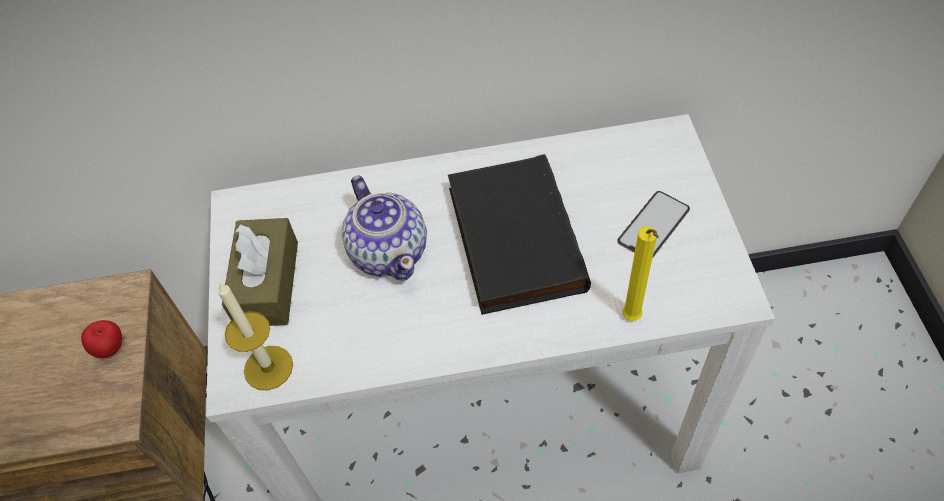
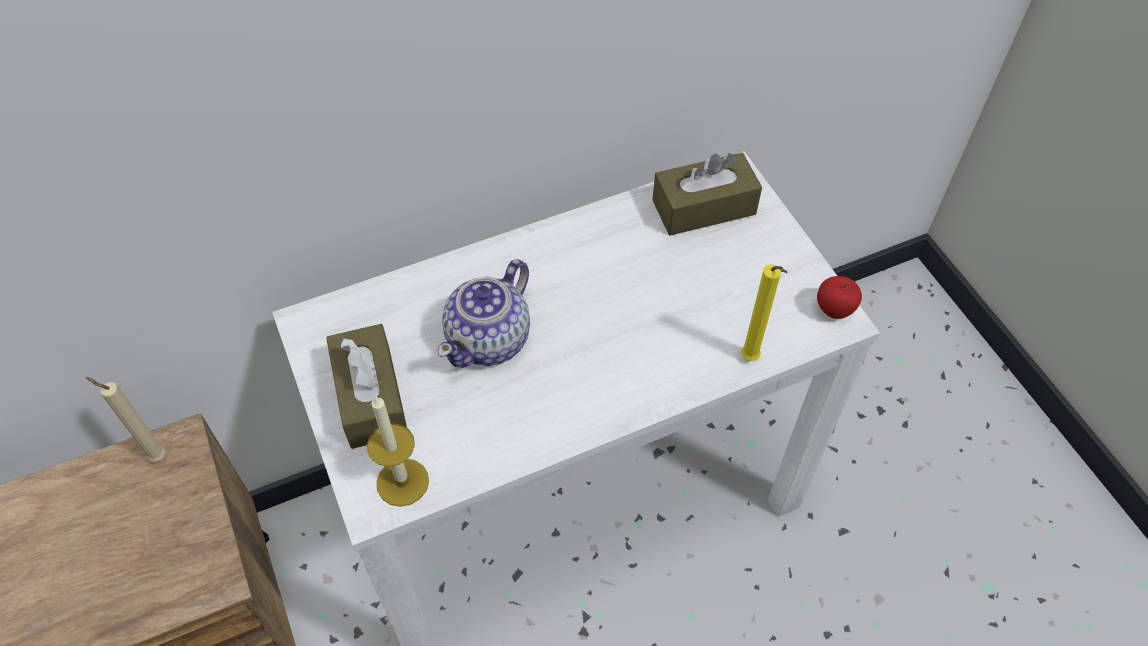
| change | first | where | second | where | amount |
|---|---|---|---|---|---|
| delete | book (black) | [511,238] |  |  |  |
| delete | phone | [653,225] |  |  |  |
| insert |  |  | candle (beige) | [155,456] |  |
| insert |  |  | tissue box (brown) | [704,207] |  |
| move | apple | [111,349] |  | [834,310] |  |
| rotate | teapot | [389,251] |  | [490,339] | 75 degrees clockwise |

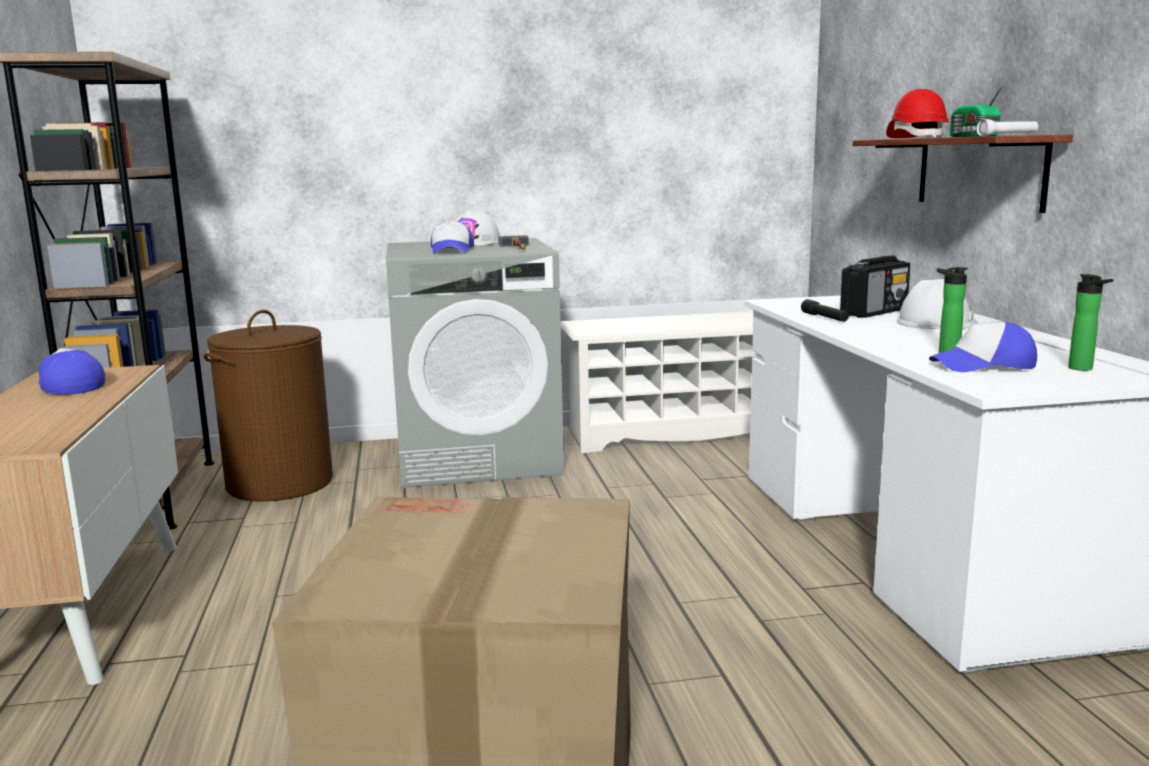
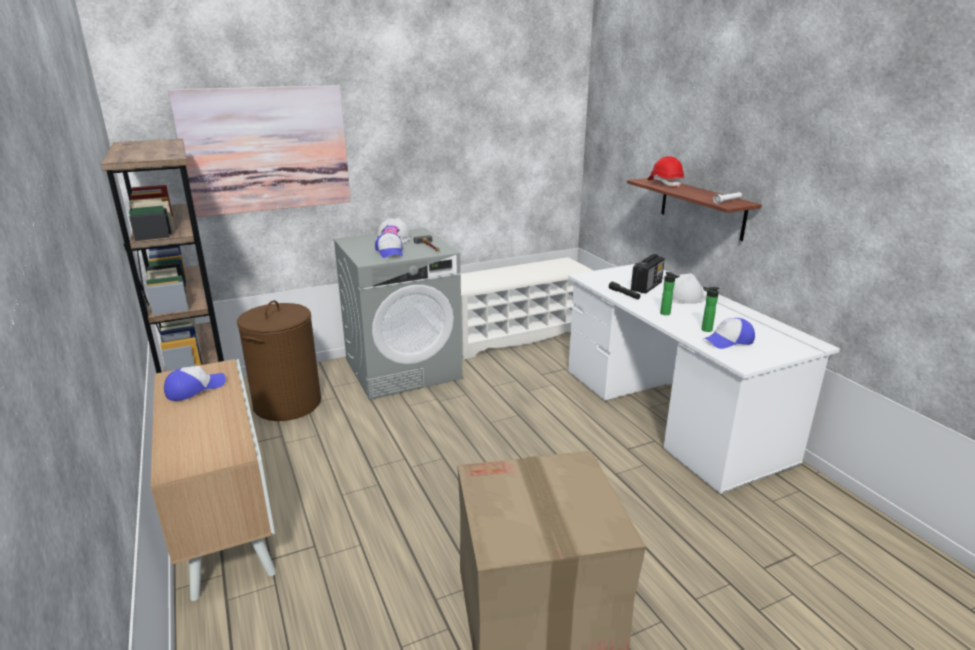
| change | first | where | second | where | amount |
|---|---|---|---|---|---|
| delete | radio | [973,136] |  |  |  |
| insert |  |  | picture | [266,150] |  |
| move | bottle | [1083,369] |  | [666,314] |  |
| rotate | cap | [69,386] |  | [195,388] | 105 degrees clockwise |

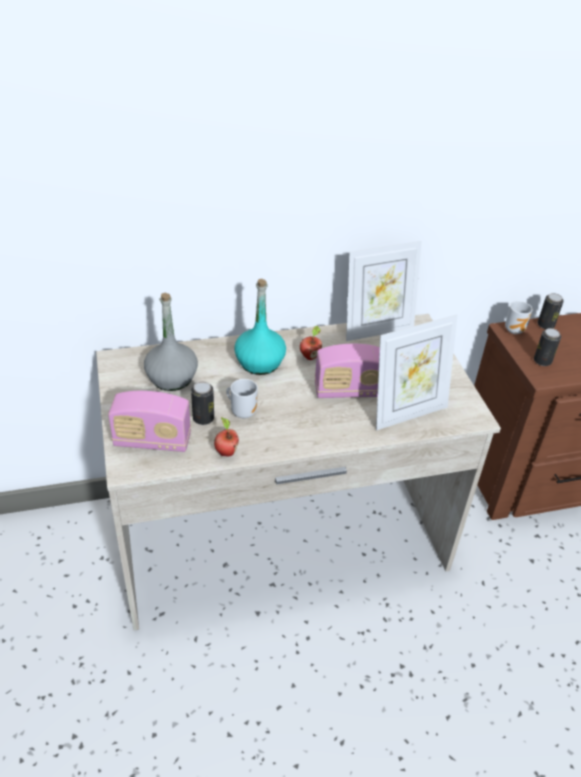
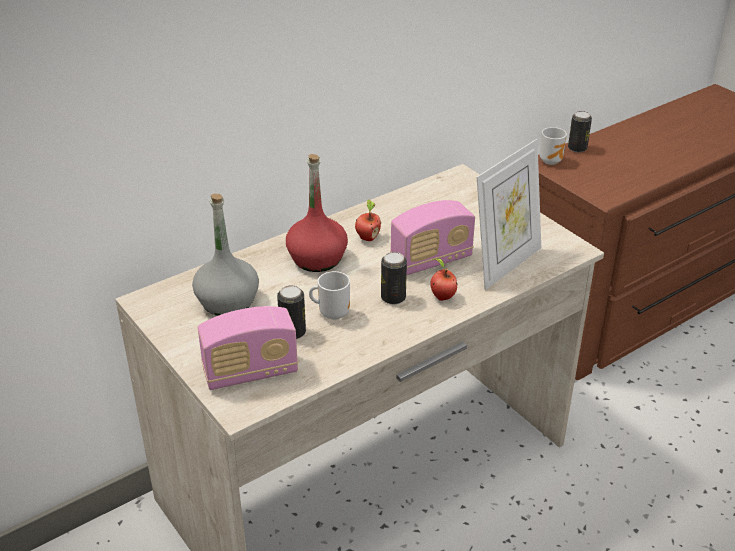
| change | first | where | second | where | amount |
|---|---|---|---|---|---|
| delete | picture frame | [377,330] |  |  |  |
| move | apple | [226,452] |  | [441,297] |  |
| move | can | [542,361] |  | [393,298] |  |
| recolor | bottle (turquoise) | [260,363] | bottle (red) | [317,259] |  |

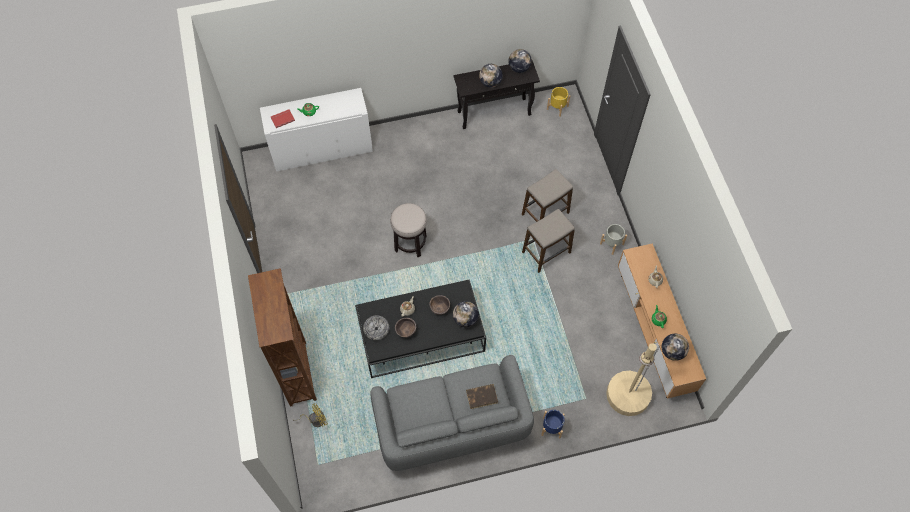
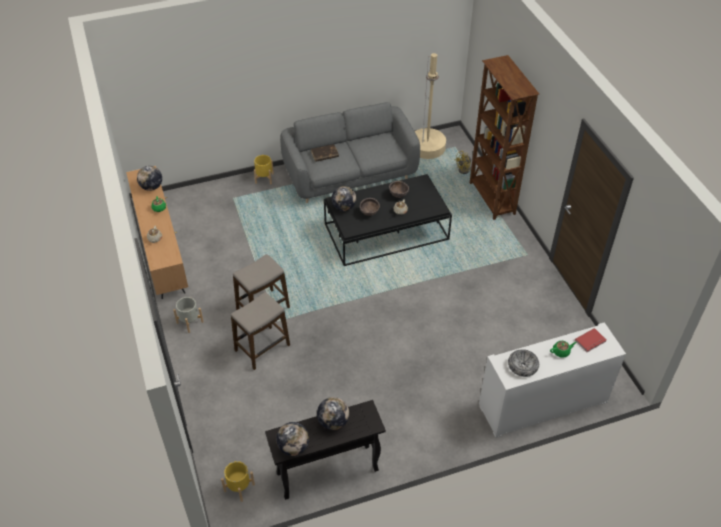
| change | first | where | second | where | amount |
|---|---|---|---|---|---|
| delete | stool | [410,243] |  |  |  |
| move | bowl | [376,329] |  | [523,366] |  |
| move | floor lamp (beige) | [627,395] |  | [427,147] |  |
| recolor | planter (blue) | [552,427] | planter (yellow) | [264,178] |  |

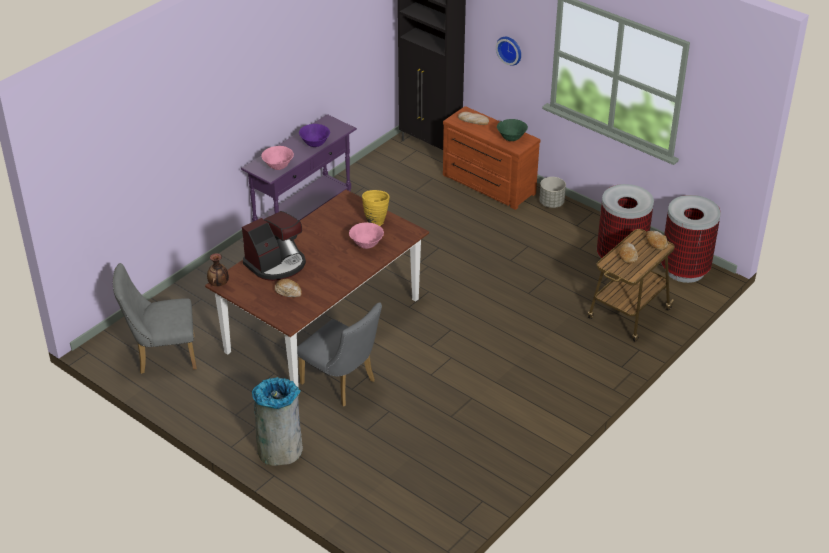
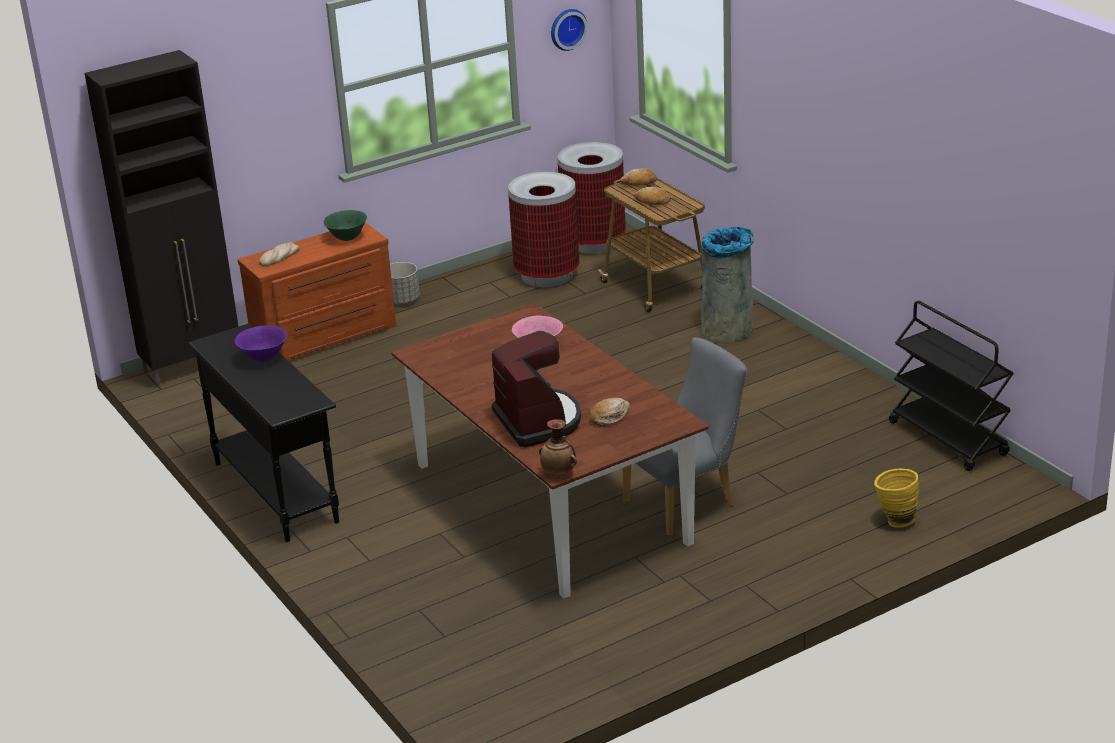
| change | first | where | second | where | amount |
|---|---|---|---|---|---|
| delete | chair (grey) | [162,356] |  |  |  |
| delete | bowl (pink) | [278,167] |  |  |  |
| insert |  |  | cart (black) | [949,439] |  |
| move | trash can (grey) | [280,450] |  | [727,330] |  |
| move | vase (yellow) | [375,221] |  | [894,521] |  |
| move | wall clock | [510,49] |  | [567,28] |  |
| recolor | console table (purple) | [304,215] | console table (black) | [276,492] |  |

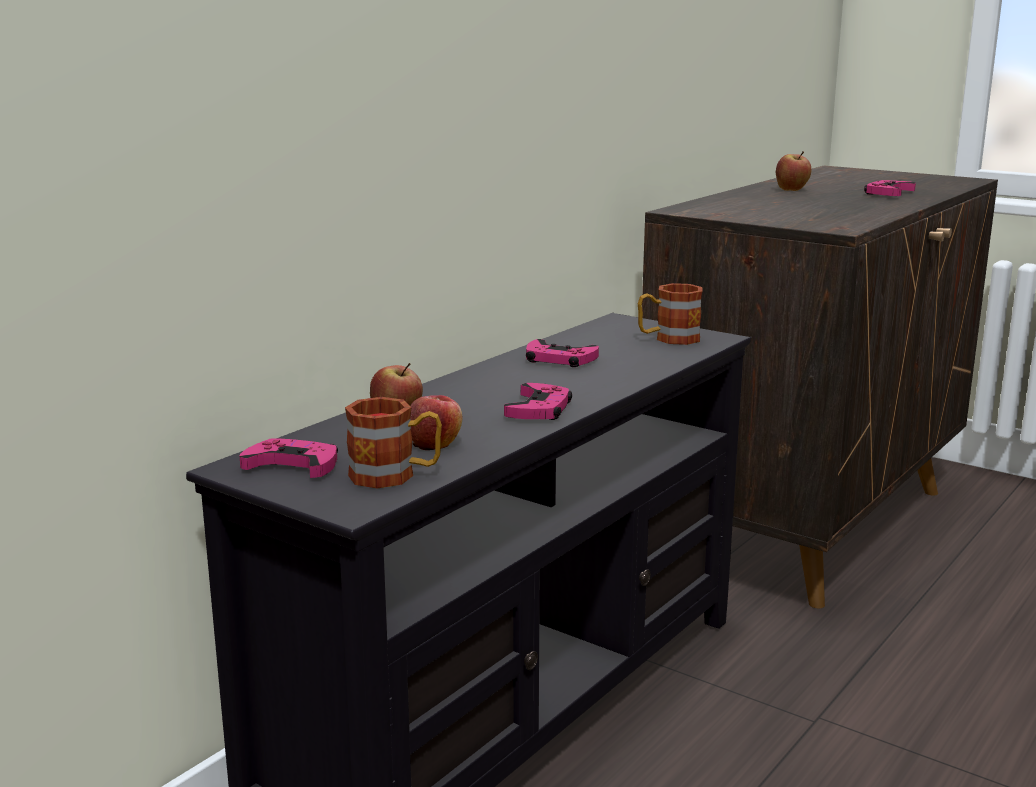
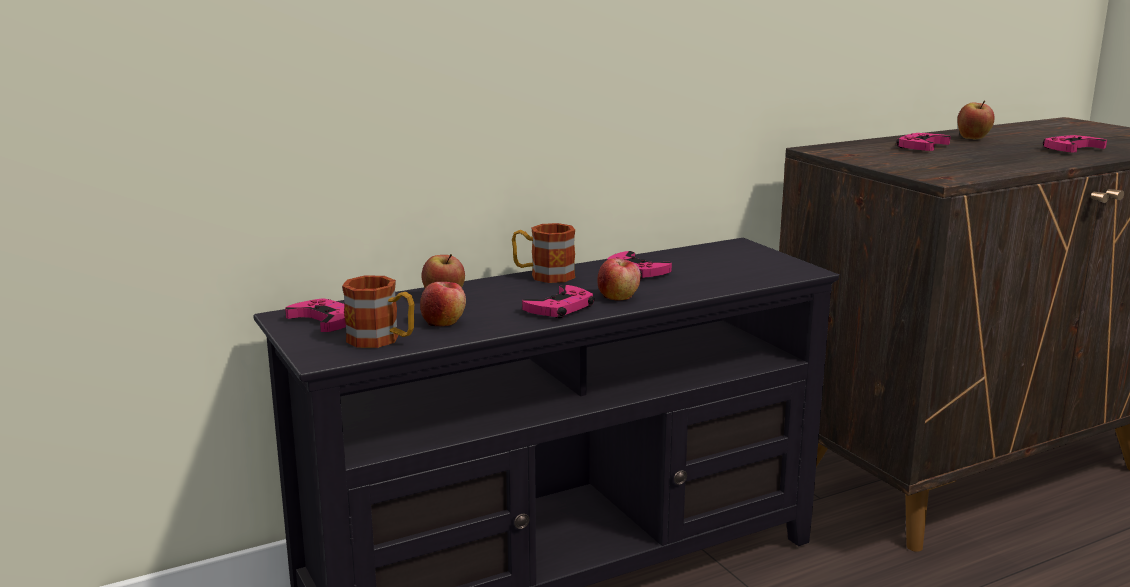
| change | first | where | second | where | amount |
|---|---|---|---|---|---|
| insert |  |  | apple | [618,296] |  |
| insert |  |  | game controller (pink) | [921,147] |  |
| move | mug | [668,339] |  | [543,275] |  |

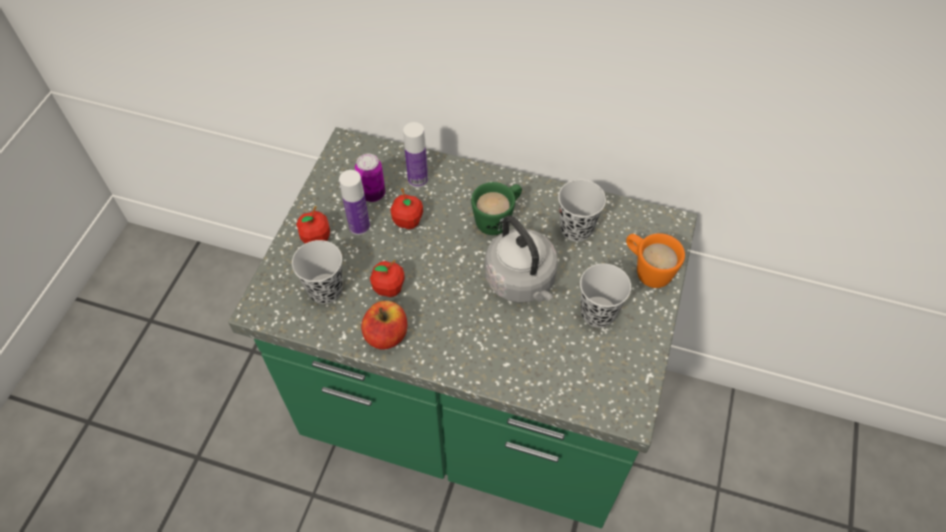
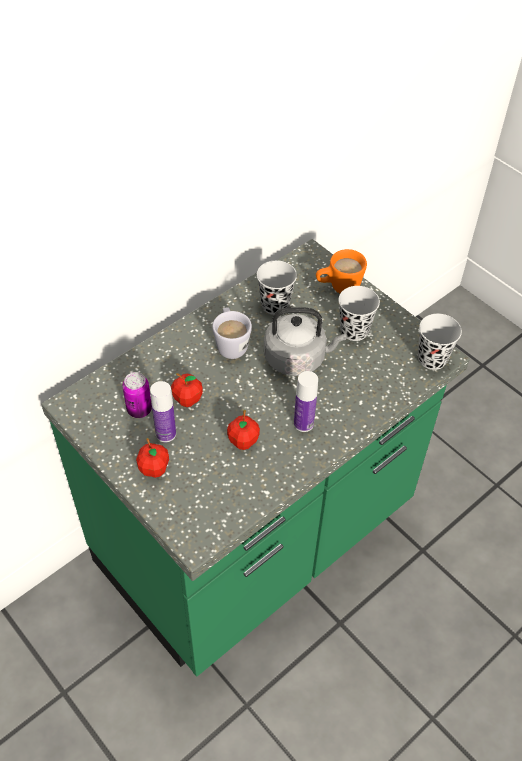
| change | first | where | second | where | amount |
|---|---|---|---|---|---|
| delete | apple | [386,335] |  |  |  |
| move | cup (black) | [325,289] |  | [432,359] |  |
| move | bottle | [418,179] |  | [303,423] |  |
| recolor | mug (green) | [498,219] | mug (white) | [231,344] |  |

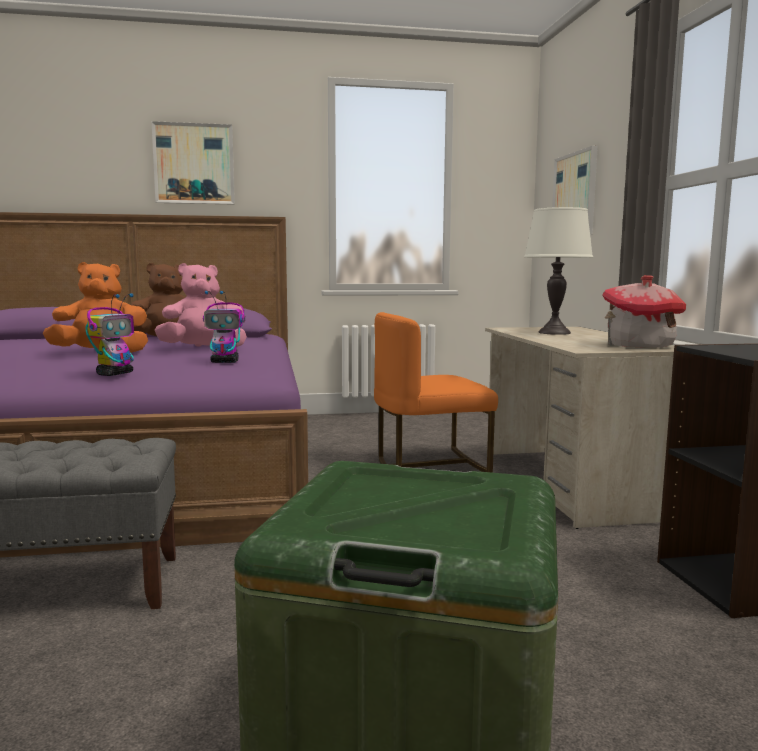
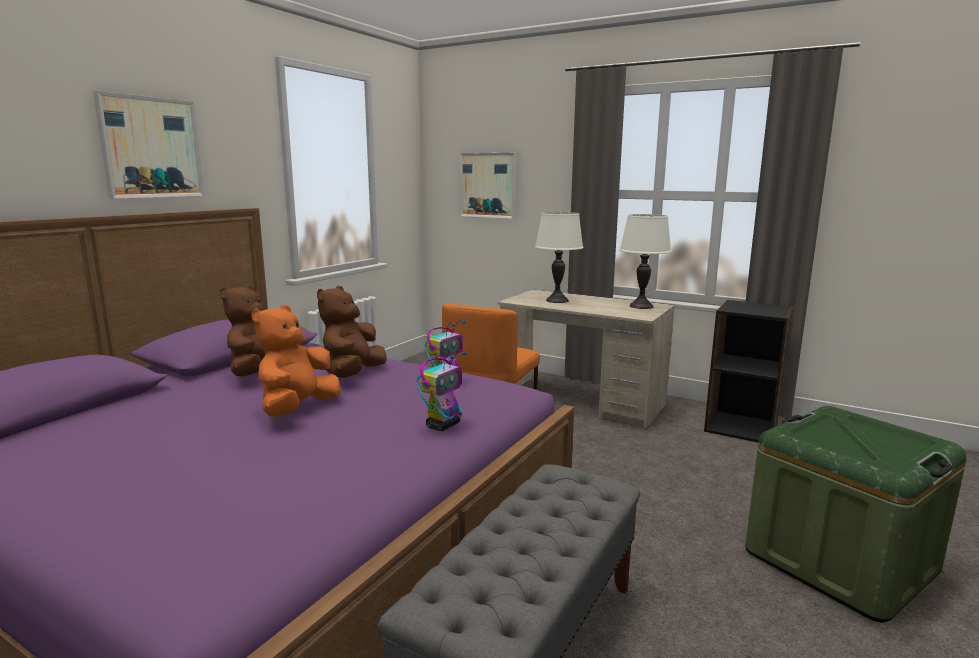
| change | first | where | second | where | amount |
|---|---|---|---|---|---|
| replace | toy house | [639,345] | table lamp (white) | [641,306] |  |
| recolor | plush toy (pink) | [203,349] | plush toy (brown) | [353,374] |  |
| rotate | toy robot | [115,374] |  | [443,425] | 60 degrees clockwise |

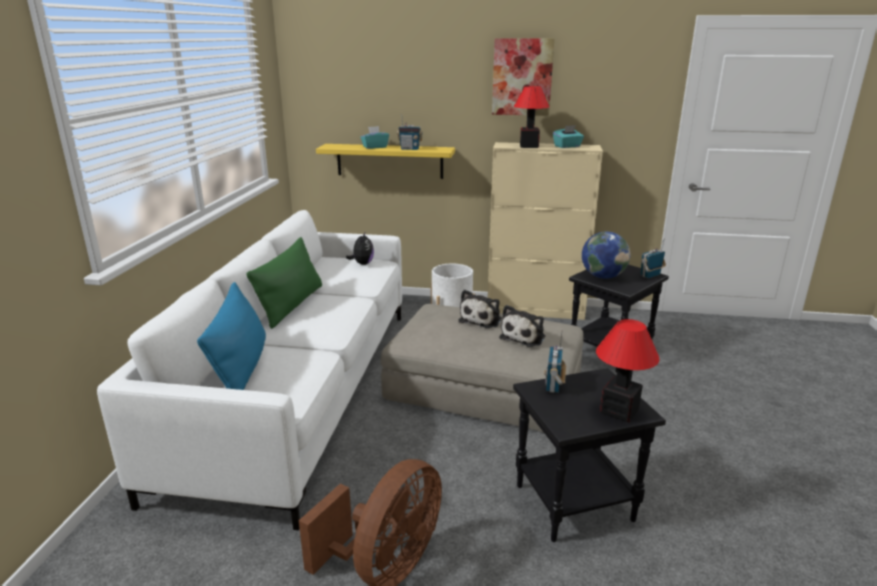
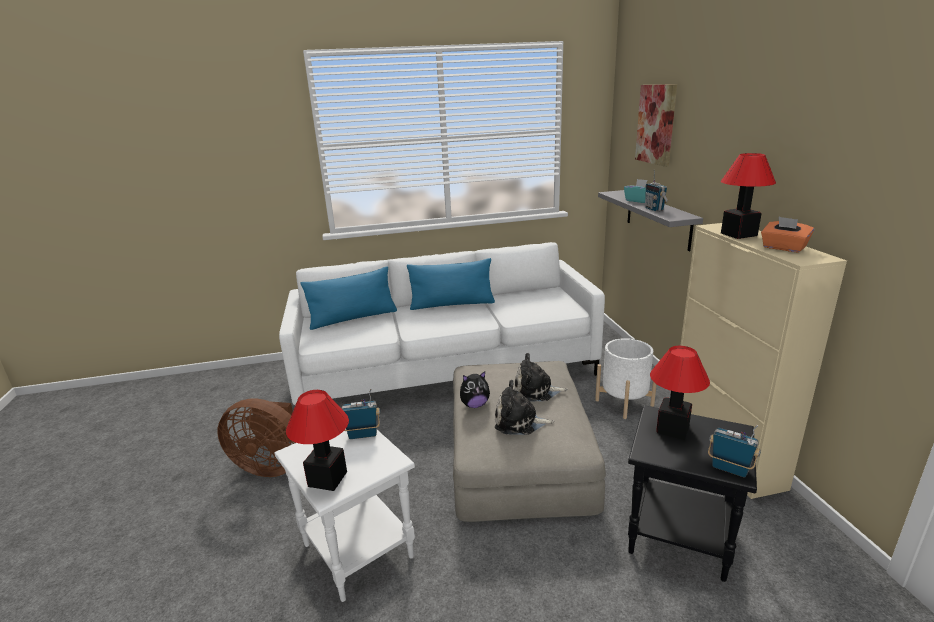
| change | first | where | second | where | amount |
|---|---|---|---|---|---|
| move | plush toy | [362,263] |  | [474,405] |  |
| move | picture | [522,77] |  | [656,124] |  |
| replace | globe | [603,276] | table lamp | [673,428] |  |
| recolor | pillow (green) | [291,305] | pillow (blue) | [452,304] |  |
| recolor | shelf (yellow) | [389,161] | shelf (grey) | [657,219] |  |
| recolor | side table (black) | [574,501] | side table (white) | [360,551] |  |
| recolor | tissue box (turquoise) | [567,146] | tissue box (orange) | [783,248] |  |

